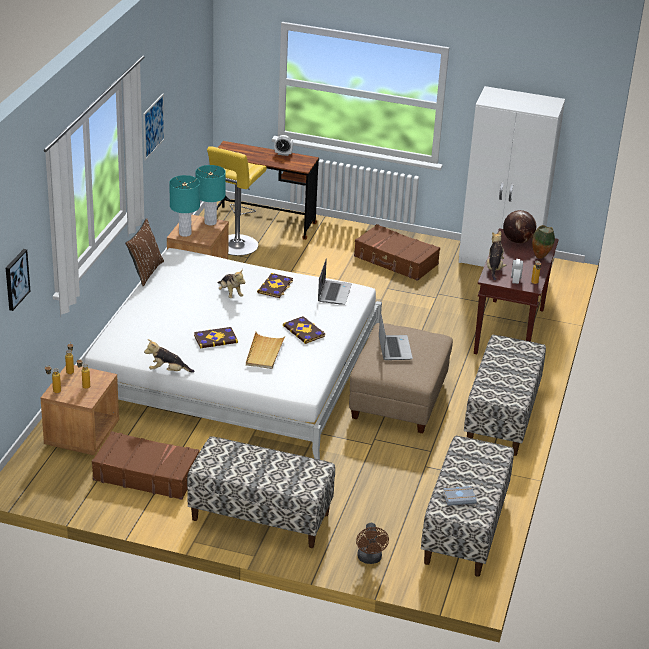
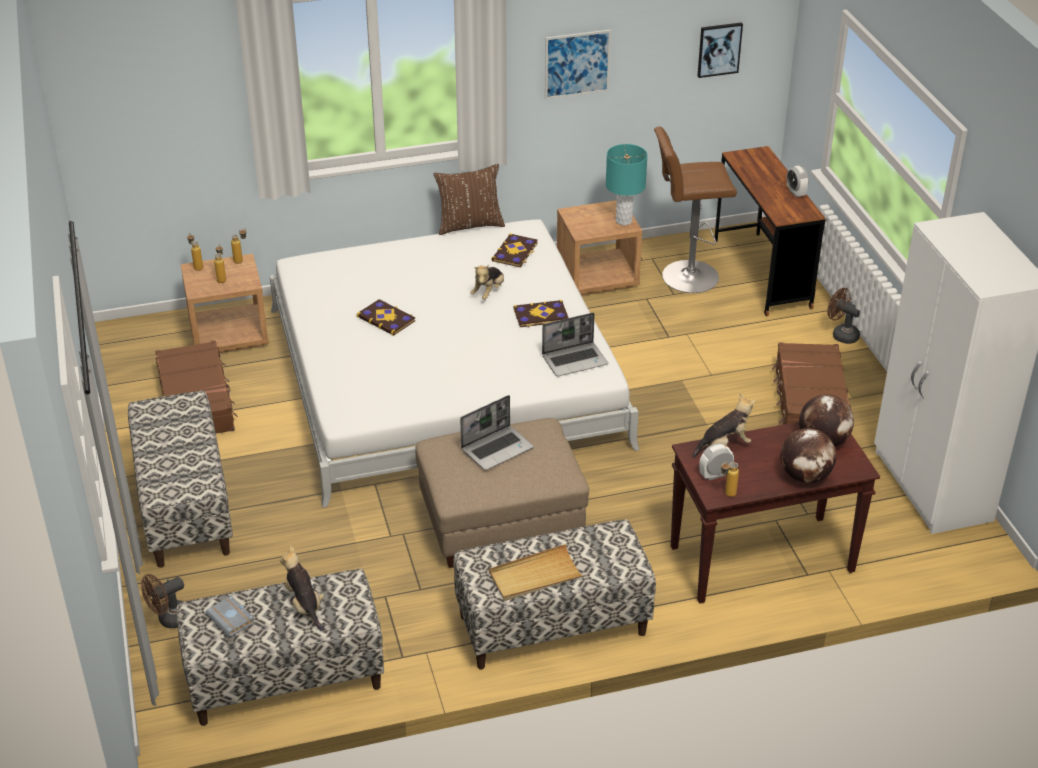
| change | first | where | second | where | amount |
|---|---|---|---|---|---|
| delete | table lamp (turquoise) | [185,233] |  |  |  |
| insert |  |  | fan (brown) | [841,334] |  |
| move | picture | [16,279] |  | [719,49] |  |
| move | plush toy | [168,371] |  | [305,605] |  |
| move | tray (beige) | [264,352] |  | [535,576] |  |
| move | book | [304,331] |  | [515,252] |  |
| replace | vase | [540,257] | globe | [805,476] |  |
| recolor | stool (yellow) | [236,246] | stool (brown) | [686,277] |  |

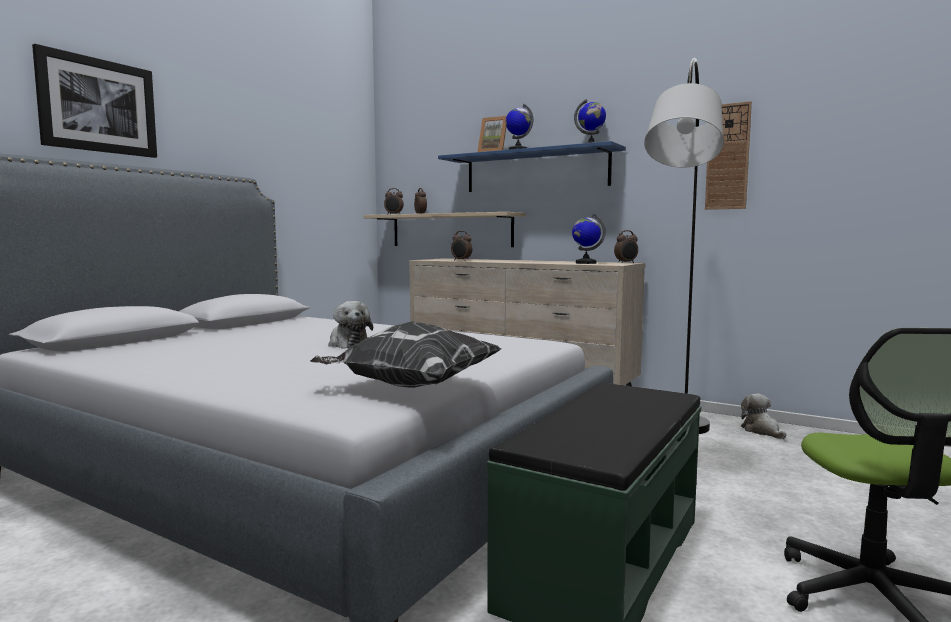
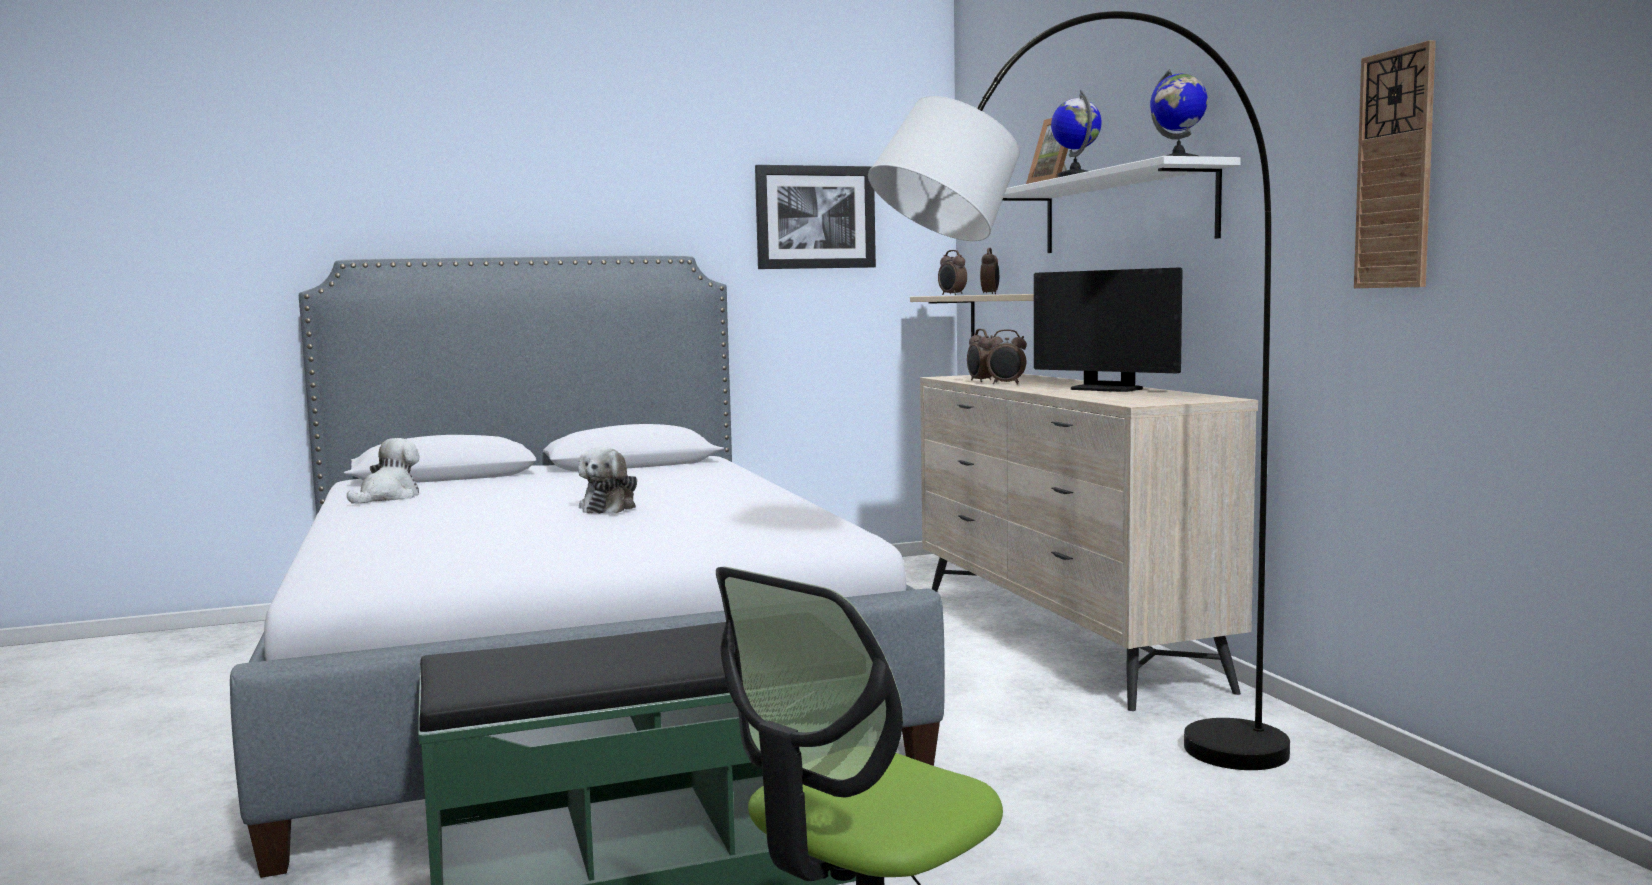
| change | first | where | second | where | amount |
|---|---|---|---|---|---|
| delete | pillow | [410,387] |  |  |  |
| delete | globe | [585,263] |  |  |  |
| insert |  |  | monitor | [1106,389] |  |
| move | picture | [98,106] |  | [815,217] |  |
| move | alarm clock | [626,263] |  | [1006,384] |  |
| move | plush toy | [762,431] |  | [388,497] |  |
| recolor | shelf (blue) | [535,171] | shelf (white) | [1124,212] |  |

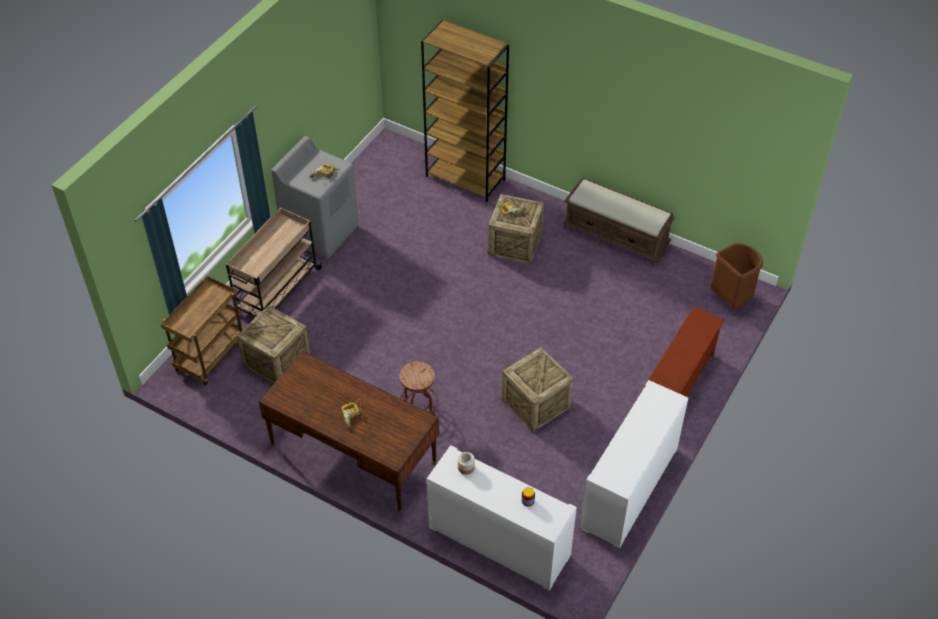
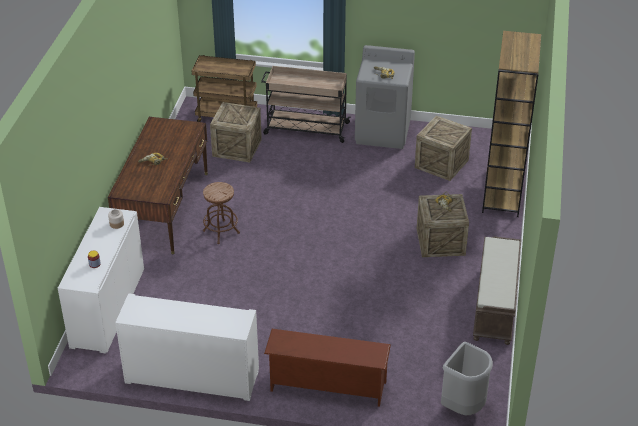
| change | first | where | second | where | amount |
|---|---|---|---|---|---|
| move | crate | [535,404] |  | [441,164] |  |
| recolor | trash can (brown) | [731,299] | trash can (grey) | [463,407] |  |

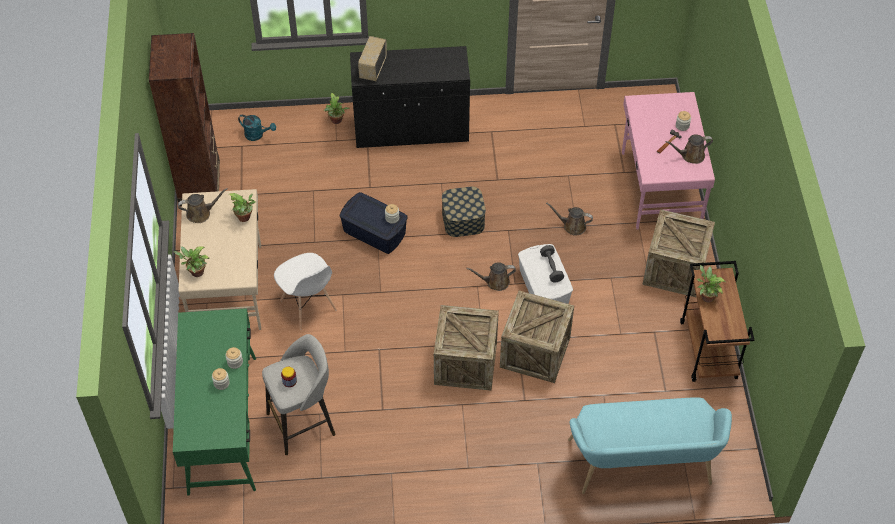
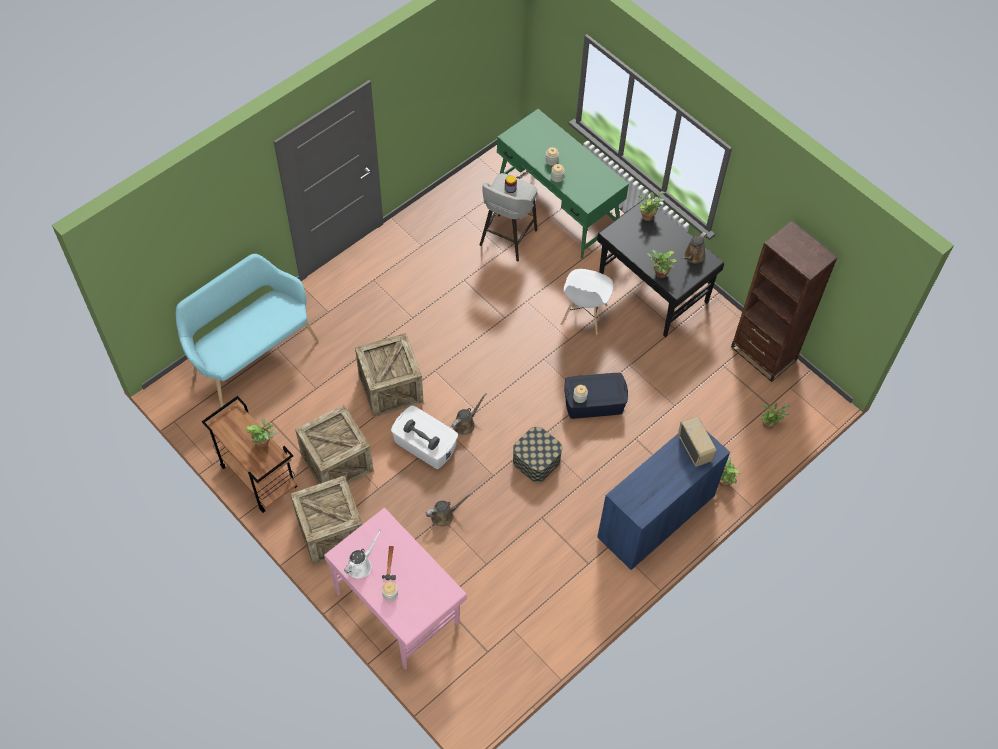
| change | first | where | second | where | amount |
|---|---|---|---|---|---|
| move | crate | [465,363] |  | [337,462] |  |
| replace | watering can (turquoise) | [257,135] | potted plant | [769,423] |  |
| recolor | desk (beige) | [228,287] | desk (black) | [652,291] |  |
| recolor | cabinet (black) | [411,129] | cabinet (blue) | [655,517] |  |
| recolor | watering can (brown) | [690,156] | watering can (white) | [361,565] |  |
| rotate | chair (white) | [308,306] |  | [584,315] | 90 degrees counterclockwise |

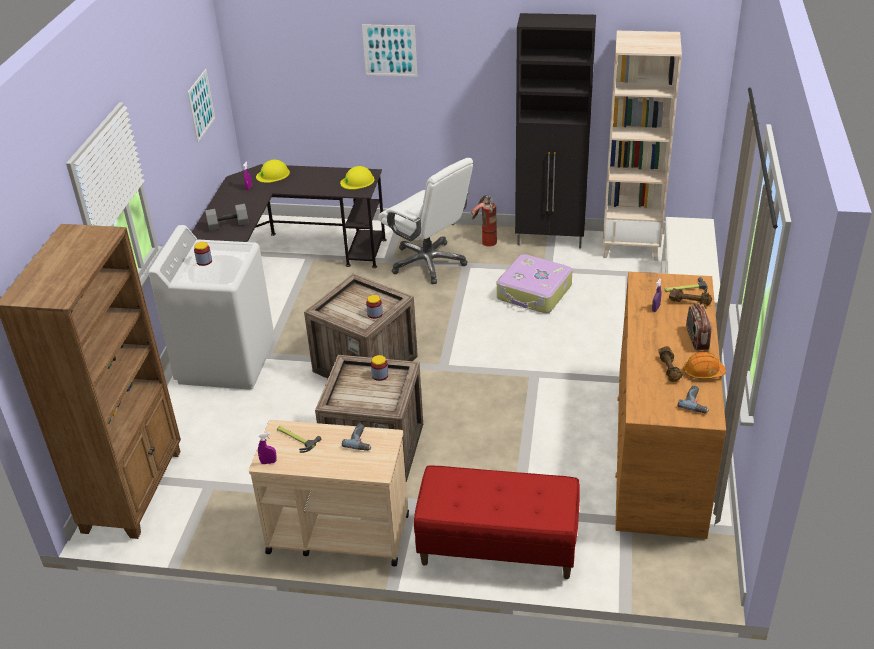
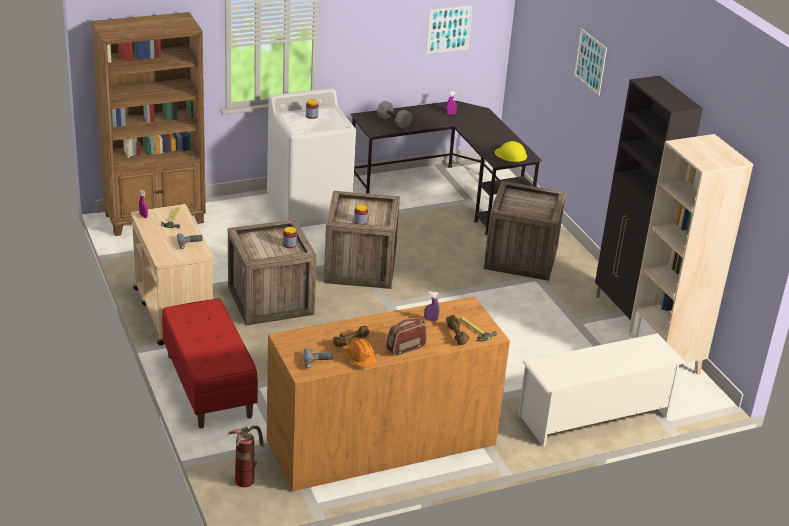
| change | first | where | second | where | amount |
|---|---|---|---|---|---|
| delete | hard hat (yellow) | [273,174] |  |  |  |
| delete | suitcase | [534,293] |  |  |  |
| move | fire extinguisher | [484,240] |  | [246,475] |  |
| replace | office chair (white) | [428,263] | crate | [520,258] |  |

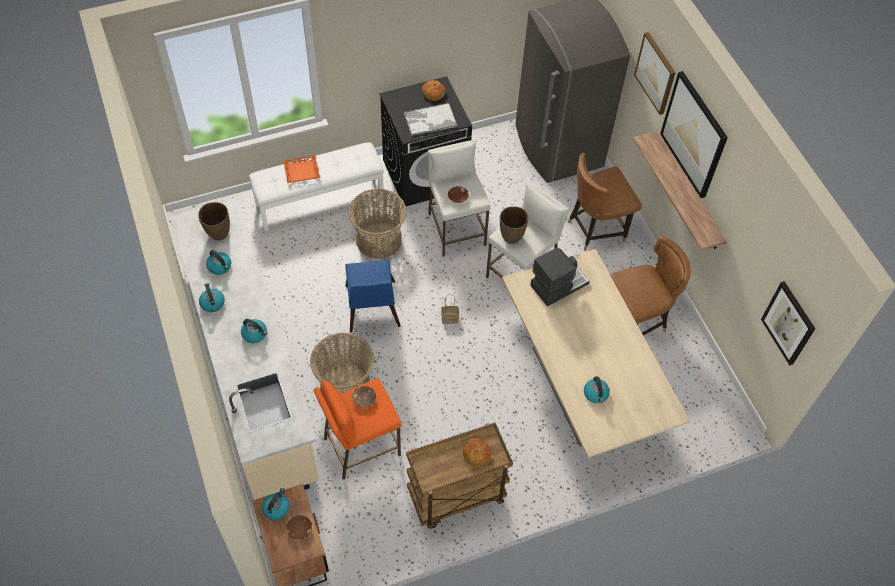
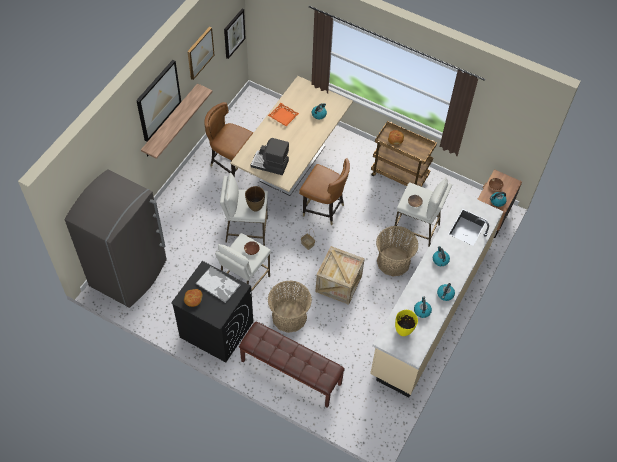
| change | first | where | second | where | amount |
|---|---|---|---|---|---|
| move | tray (orange) | [301,171] |  | [283,116] |  |
| move | chair (brown) | [595,229] |  | [323,209] |  |
| move | picture | [656,73] |  | [200,52] |  |
| replace | chair (blue) | [371,310] | crate | [338,283] |  |
| recolor | vase (brown) | [218,234] | vase (yellow) | [403,330] |  |
| recolor | bench (white) | [319,200] | bench (brown) | [290,372] |  |
| recolor | stool (orange) | [361,446] | stool (white) | [416,229] |  |

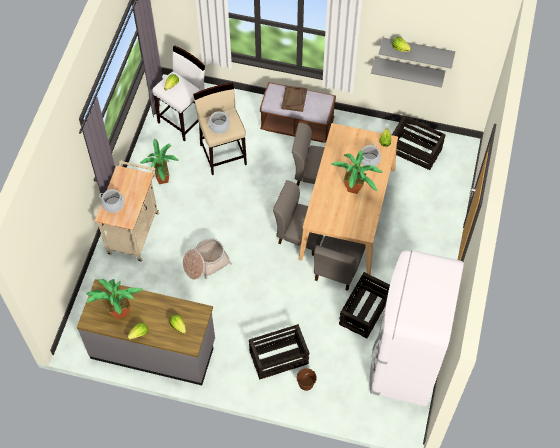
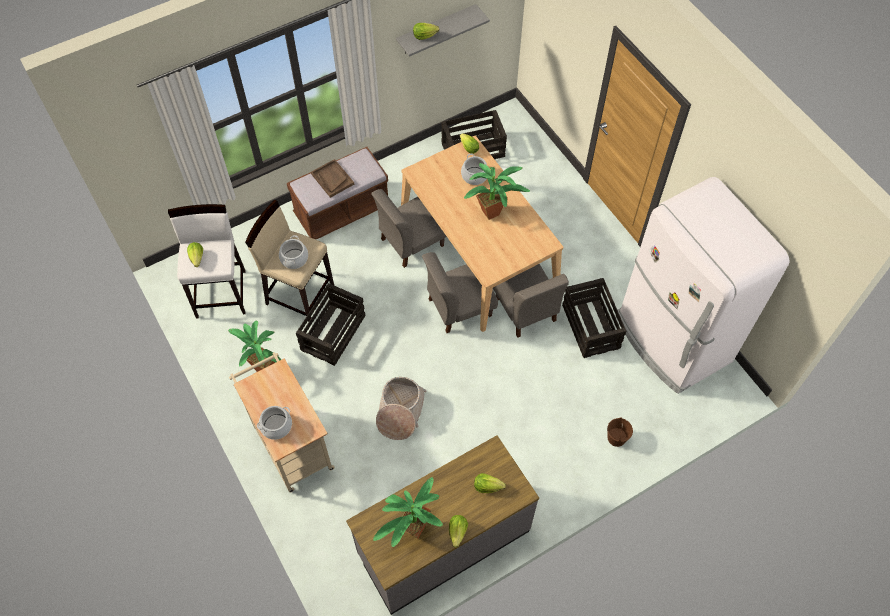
| change | first | where | second | where | amount |
|---|---|---|---|---|---|
| delete | shelf (grey) | [409,69] |  |  |  |
| move | crate | [278,358] |  | [333,333] |  |

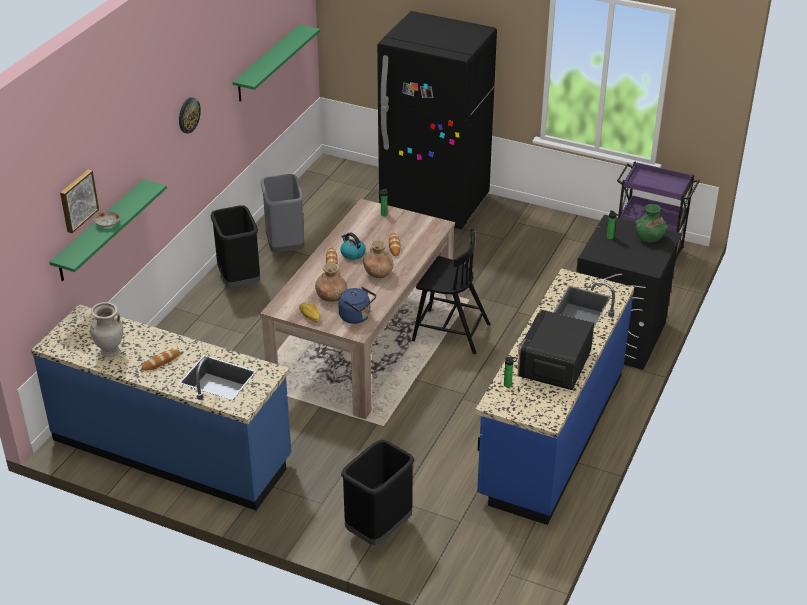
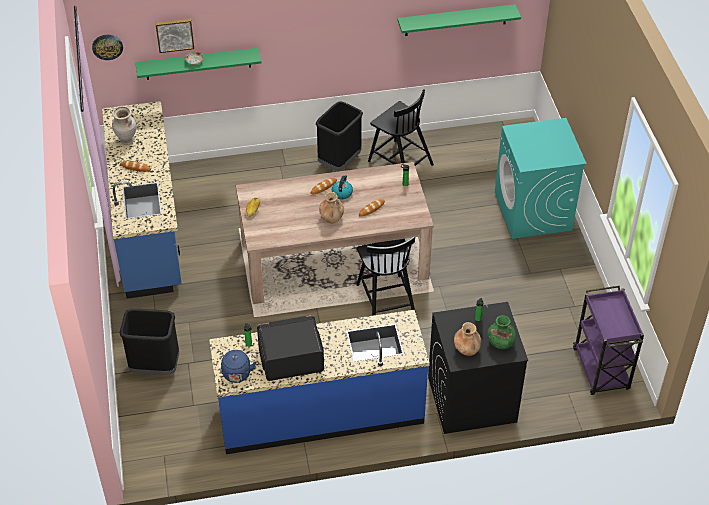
| change | first | where | second | where | amount |
|---|---|---|---|---|---|
| move | wall clock | [188,115] |  | [107,46] |  |
| move | vase (brown) | [331,297] |  | [467,349] |  |
| move | kettle (blue) | [357,317] |  | [237,375] |  |
| replace | trash can (grey) | [285,246] | chair (black) | [399,162] |  |
| replace | fridge (black) | [434,204] | washing machine (turquoise) | [533,211] |  |

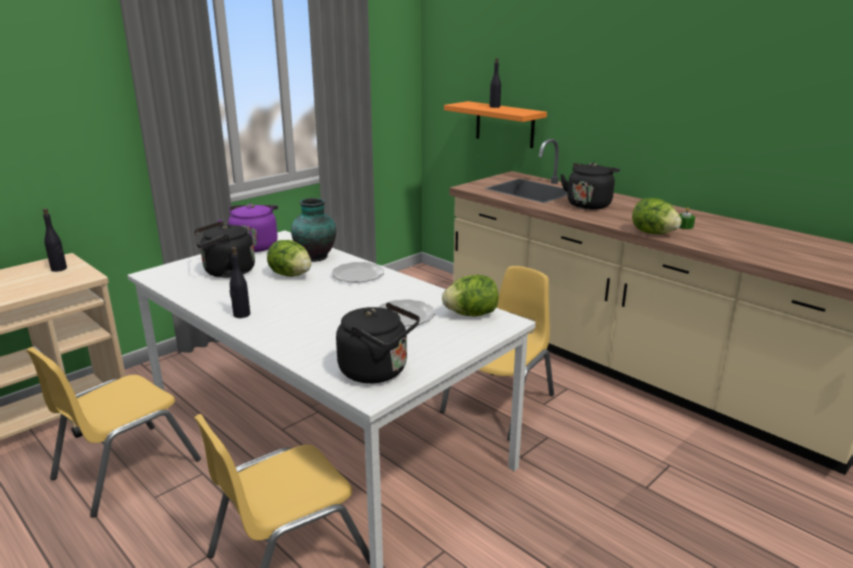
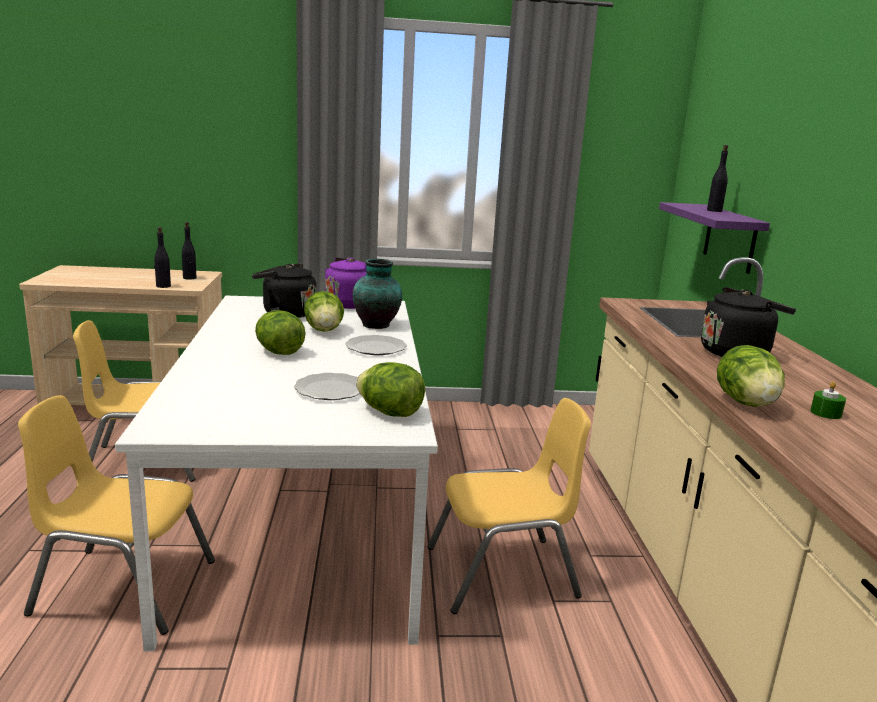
| change | first | where | second | where | amount |
|---|---|---|---|---|---|
| delete | kettle (black) | [378,371] |  |  |  |
| insert |  |  | lettuce | [279,352] |  |
| move | bottle (black) | [241,314] |  | [163,286] |  |
| recolor | shelf (orange) | [504,124] | shelf (purple) | [730,238] |  |

